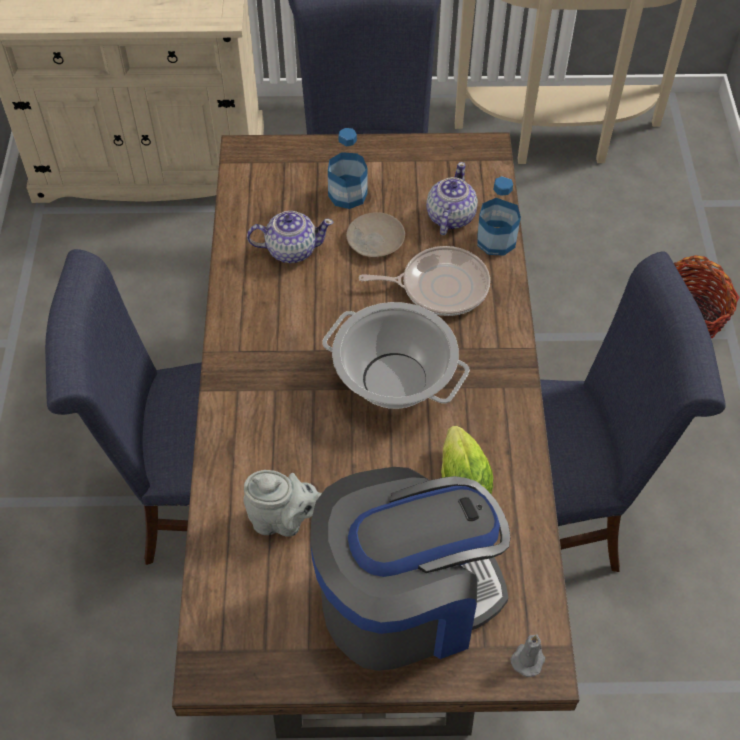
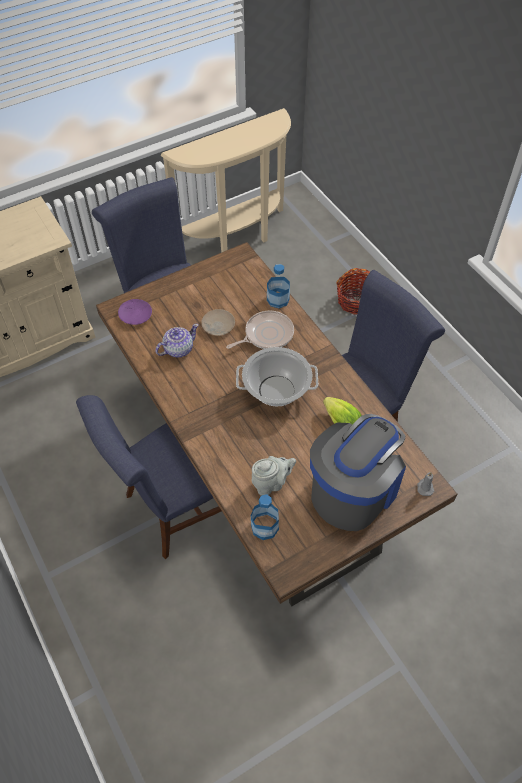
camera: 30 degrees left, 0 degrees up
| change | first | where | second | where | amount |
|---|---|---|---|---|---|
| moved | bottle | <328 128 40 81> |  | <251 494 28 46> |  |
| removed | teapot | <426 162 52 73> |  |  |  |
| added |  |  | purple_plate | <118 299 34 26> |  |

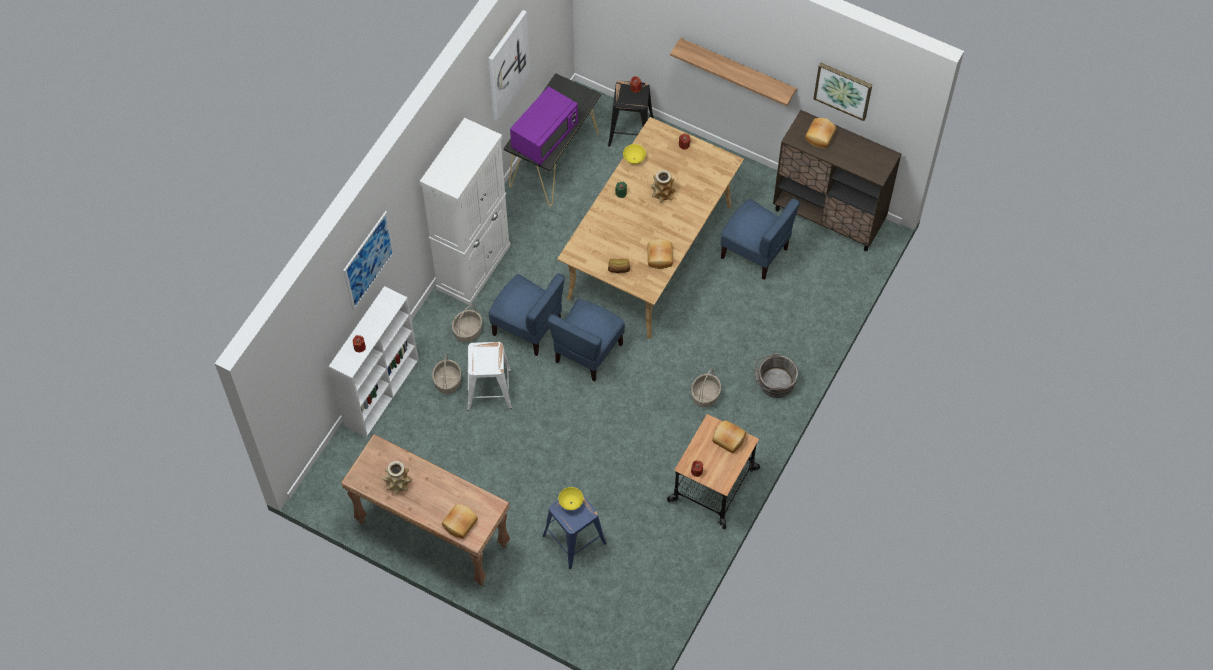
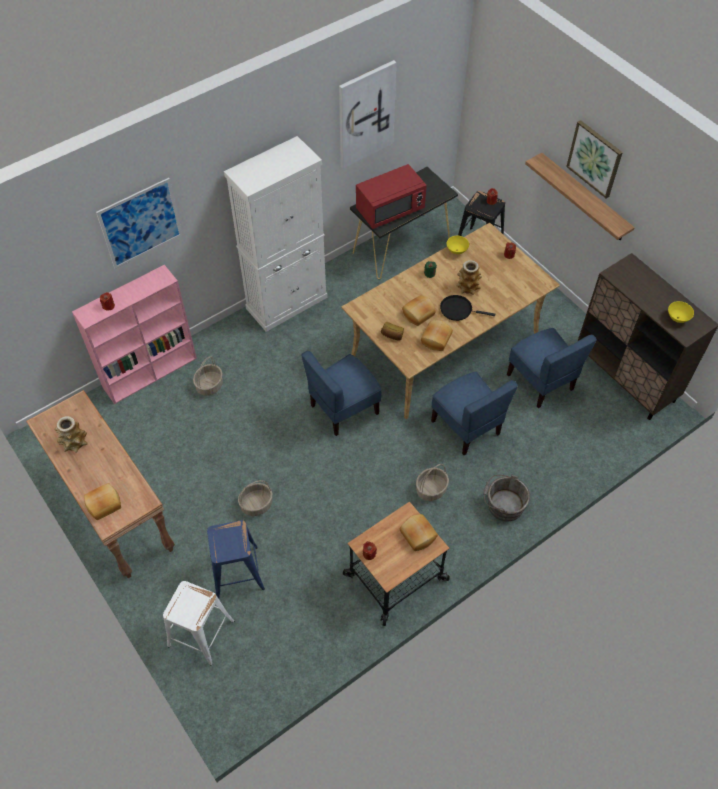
camera: 25 degrees right, 5 degrees down
| change | first | where | second | where | amount |
|---|---|---|---|---|---|
| moved | picture | <813 62 59 59> |  | <566 120 57 78> |  |
| recoloured | purple_microwave | <510 86 68 79> | red_microwave | <356 164 71 65> |  |
| moved | bread | <805 118 31 30> |  | <402 295 34 31> |  |
| moved | blue_chair | <489 274 76 82> |  | <431 372 87 83> |  |
| recoloured | white_bookcase | <329 286 90 151> | pink_bookcase | <72 265 125 139> |  |
| moved | basket | <452 305 30 37> |  | <238 480 35 36> |  |
| moved | white_stool | <467 342 45 69> |  | <163 581 71 85> |  |
| moved | yellow_bowl | <558 487 26 23> |  | <668 301 26 22> |  |
| added |  |  | black_frying_pan | <440 295 55 26> |  |

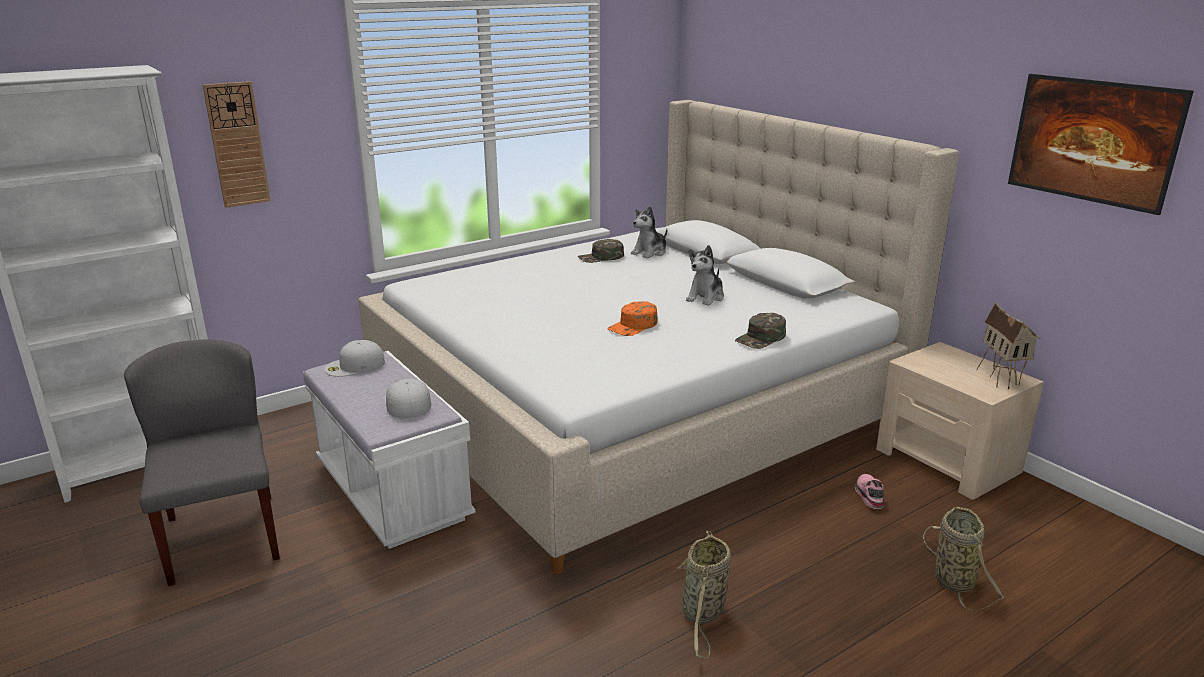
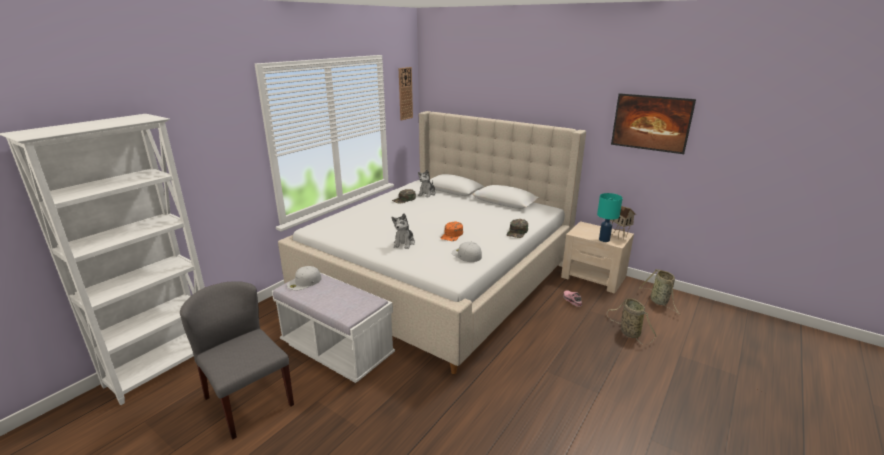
camera: 20 degrees left, 0 degrees up
| change | first | where | second | where | amount |
|---|---|---|---|---|---|
| moved | wall_clock | <203 81 68 127> |  | <399 67 14 54> |  |
| moved | plush_toy | <686 245 38 61> |  | <392 213 23 36> |  |
| moved | white_cap | <385 379 46 40> |  | <452 242 30 20> |  |
| moved | basket | <676 530 55 129> |  | <640 269 41 46> |  |
| added |  |  | turquoise_table_lamp | <597 193 26 49> |  |

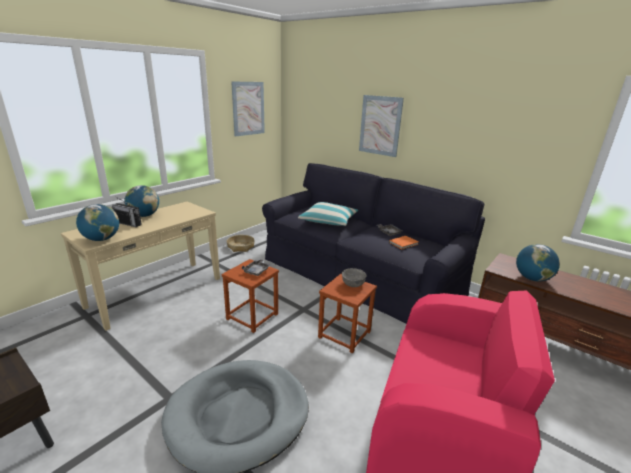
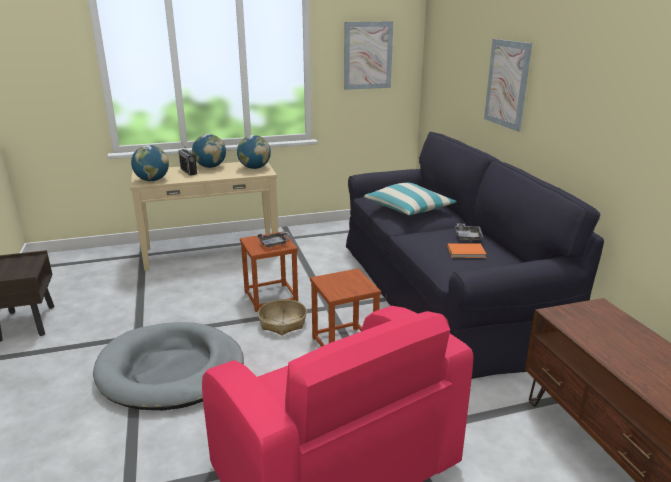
camera: 35 degrees right, 0 degrees up
| change | first | where | second | where | amount |
|---|---|---|---|---|---|
| moved | basket | <227 235 28 17> |  | <258 299 49 36> |  |
| moved | globe | <516 244 44 37> |  | <237 135 34 34> |  |
| removed | grey_bowl | <342 268 24 19> |  |  |  |

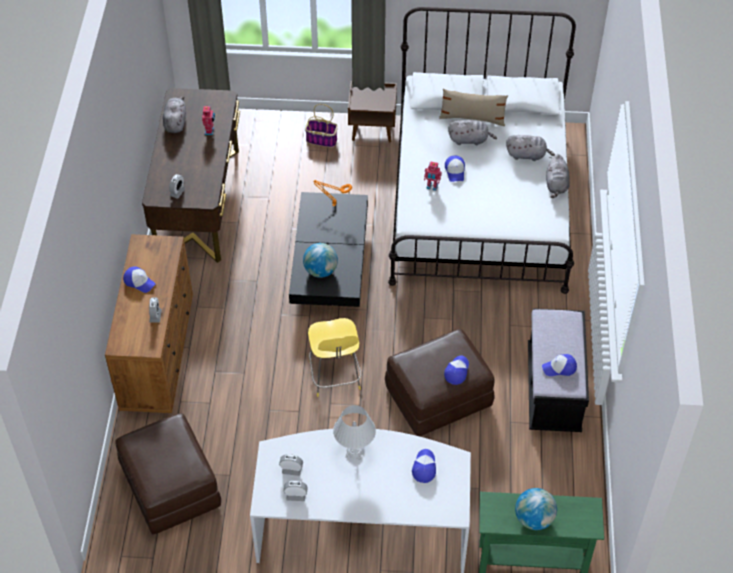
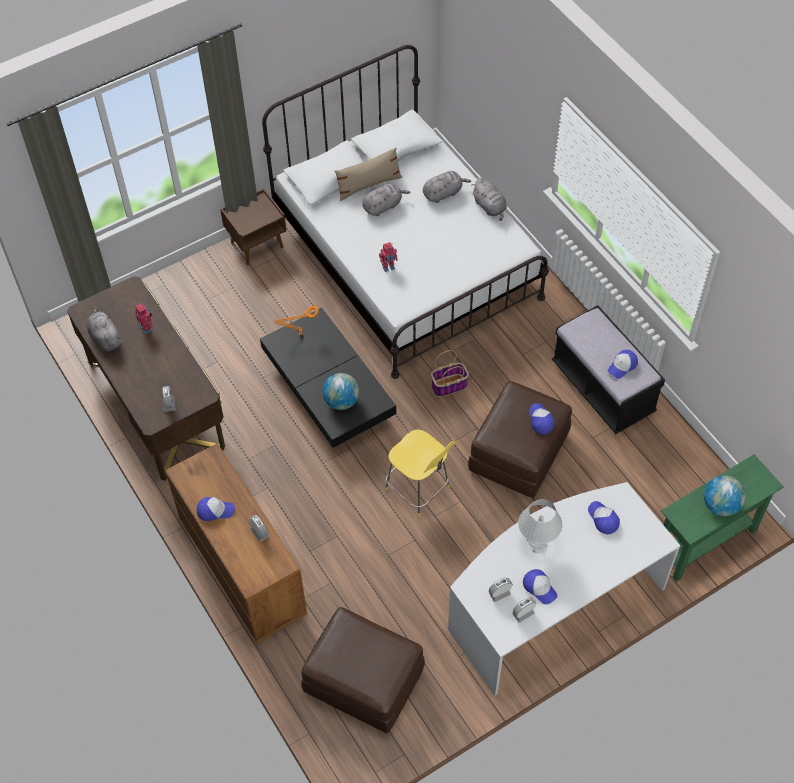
camera: 35 degrees left, 5 degrees up
| change | first | where | second | where | amount |
|---|---|---|---|---|---|
| moved | basket | <305 104 33 44> |  | <431 350 38 47> |  |
| moved | cap | <445 156 20 26> |  | <523 569 34 36> |  |

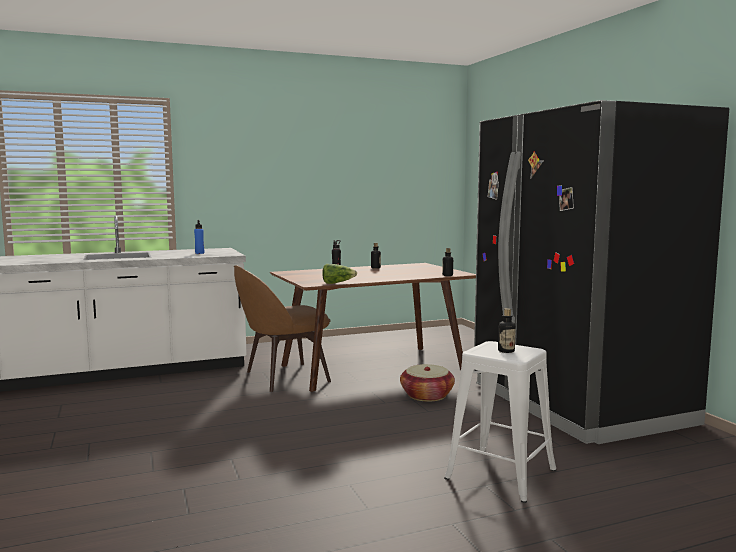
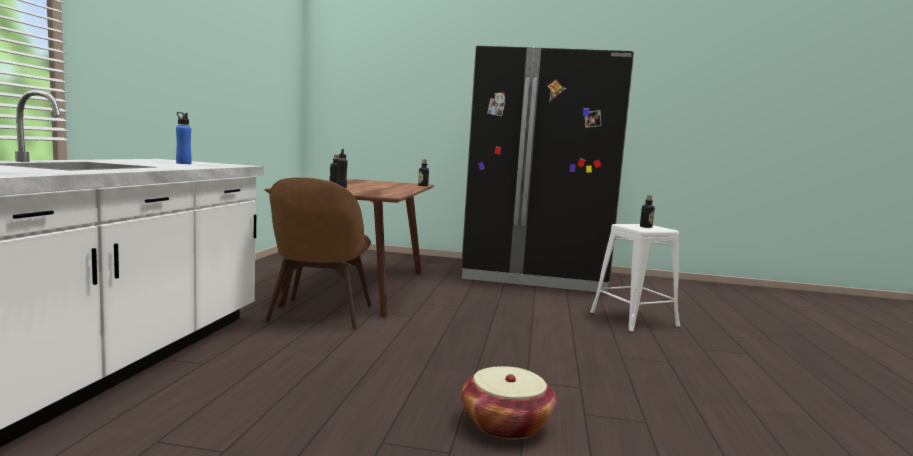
camera: 60 degrees left, 0 degrees up
| change | first | where | second | where | amount |
|---|---|---|---|---|---|
| removed | lettuce | <322 264 35 20> |  |  |  |
| moved | basket | <400 364 55 38> |  | <461 366 96 73> |  |

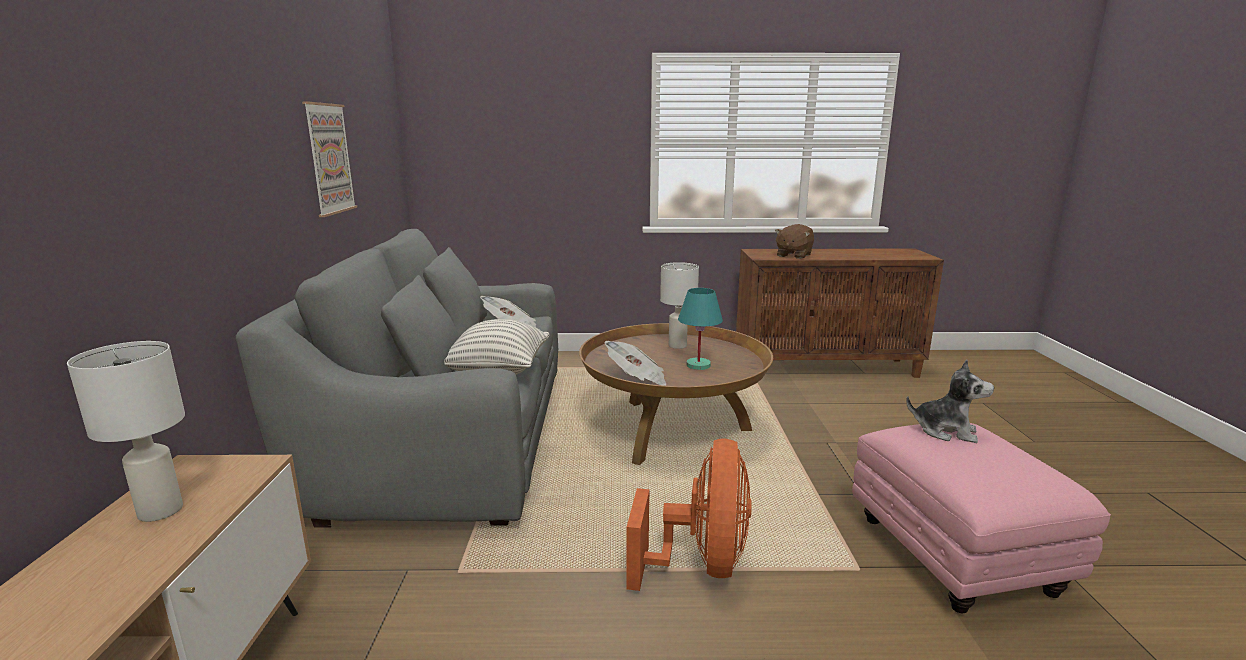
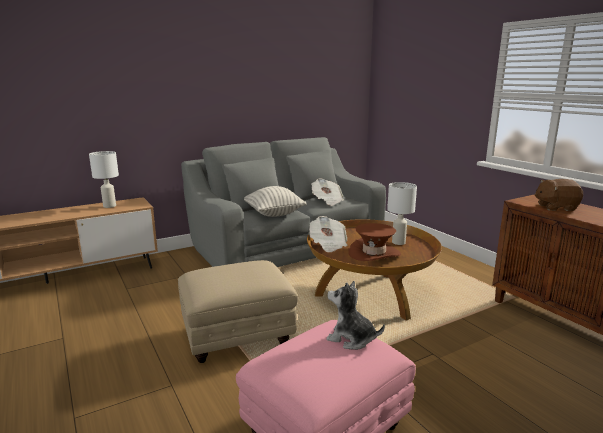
camera: 60 degrees right, 0 degrees up
| change | first | where | second | where | amount |
|---|---|---|---|---|---|
| removed | picture | <302 102 55 115> |  |  |  |
| replaced | turquoise_table_lamp | <678 288 45 82> | brown_hat | <348 223 53 38> |  |
| turned | plush_toy | <906 360 88 83> |  | <326 281 59 69> | 120 degrees clockwise |
| replaced | orange_fan | <626 438 126 153> | beige_ottoman | <178 260 120 103> |  |

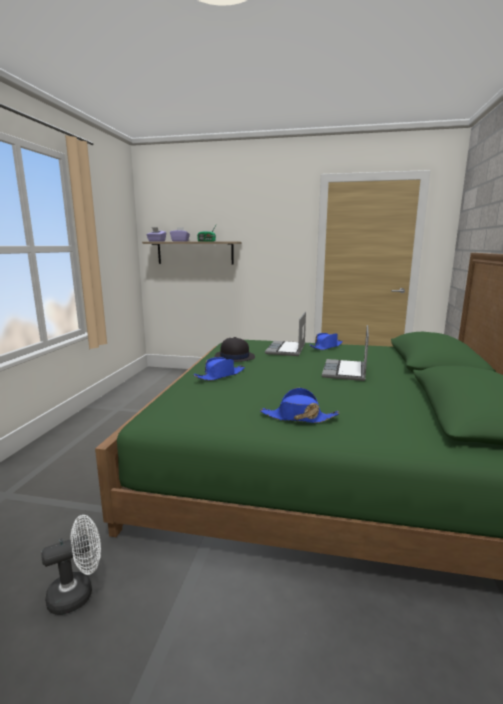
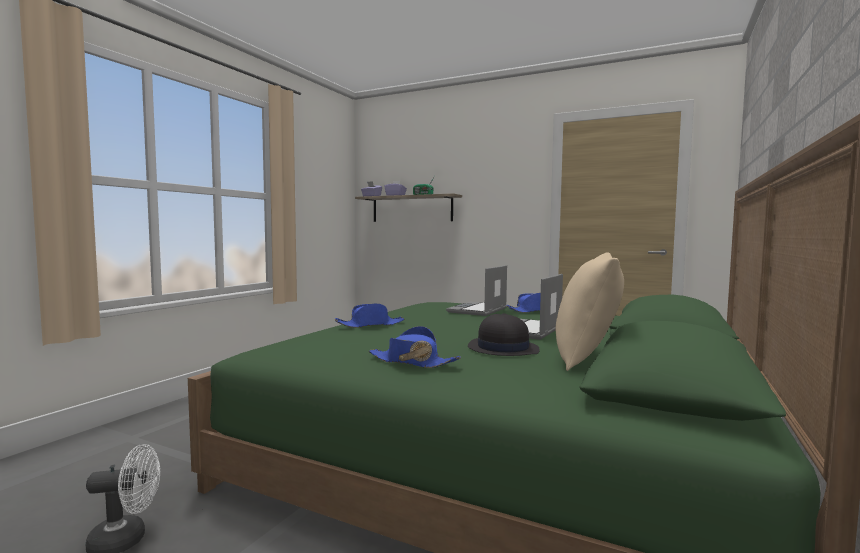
camera: 15 degrees right, 10 degrees down
| change | first | where | second | where | amount |
|---|---|---|---|---|---|
| moved | black_hat | <215 337 40 25> |  | <468 313 72 43> |  |
| added |  |  | beige_pillow | <556 252 68 119> |  |

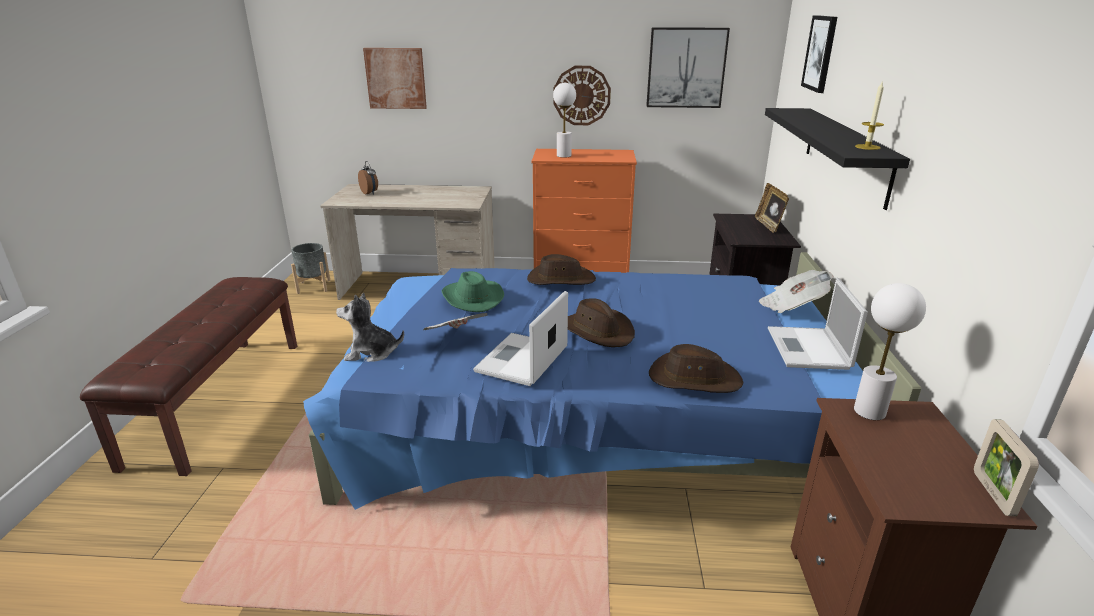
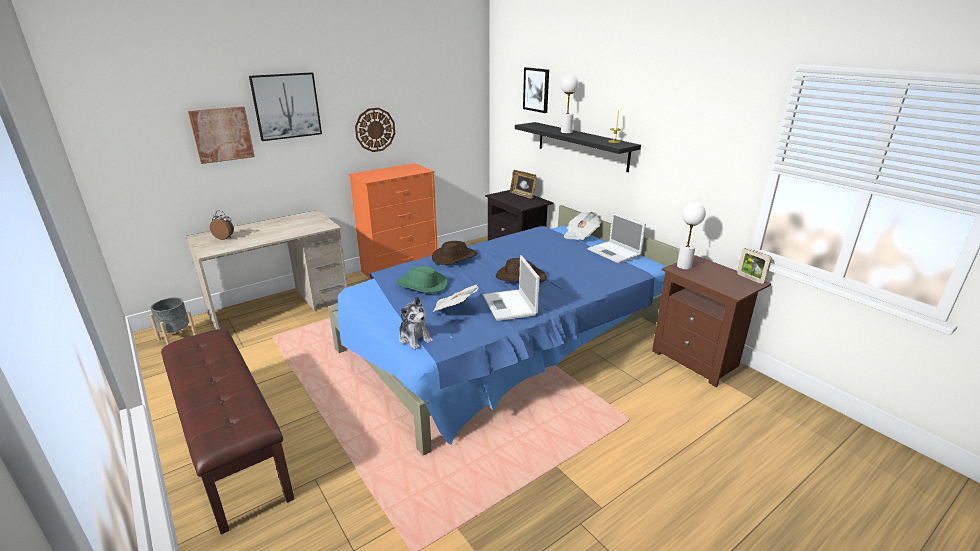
camera: 40 degrees left, 0 degrees up
| change | first | where | second | where | amount |
|---|---|---|---|---|---|
| moved | picture | <646 27 84 81> |  | <249 72 73 69> |  |
| moved | white_table_lamp | <553 83 23 75> |  | <561 74 18 60> |  |
| turned | plush_toy | <336 293 68 69> |  | <399 297 34 53> | 90 degrees counterclockwise |
| removed | brown_hat | <649 344 95 49> |  |  |  |

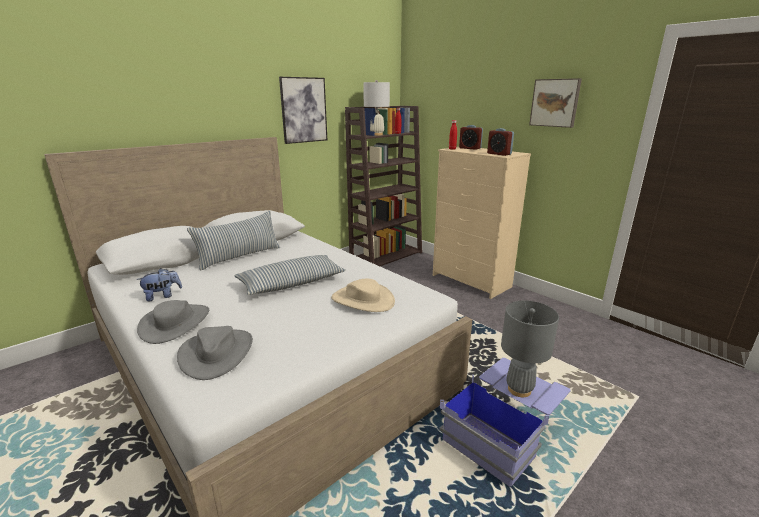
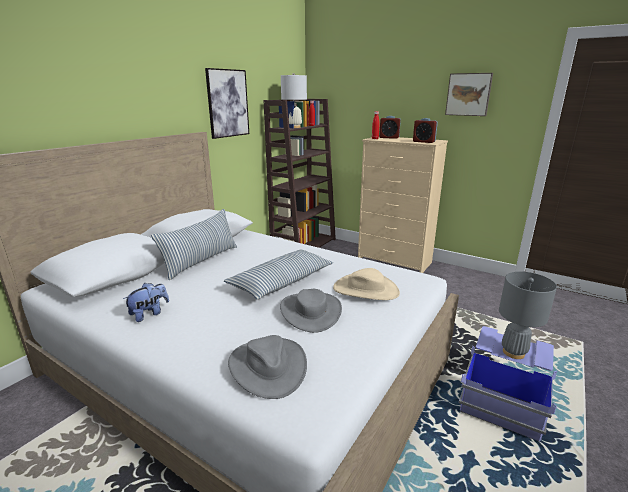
camera: 15 degrees left, 0 degrees up
| change | first | where | second | where | amount |
|---|---|---|---|---|---|
| moved | grey_hat | <137 300 72 44> |  | <280 289 62 44> |  |

